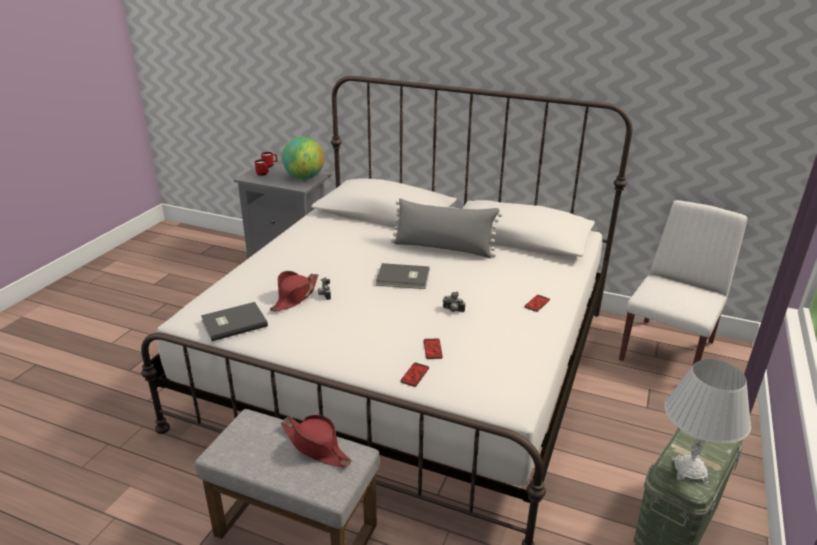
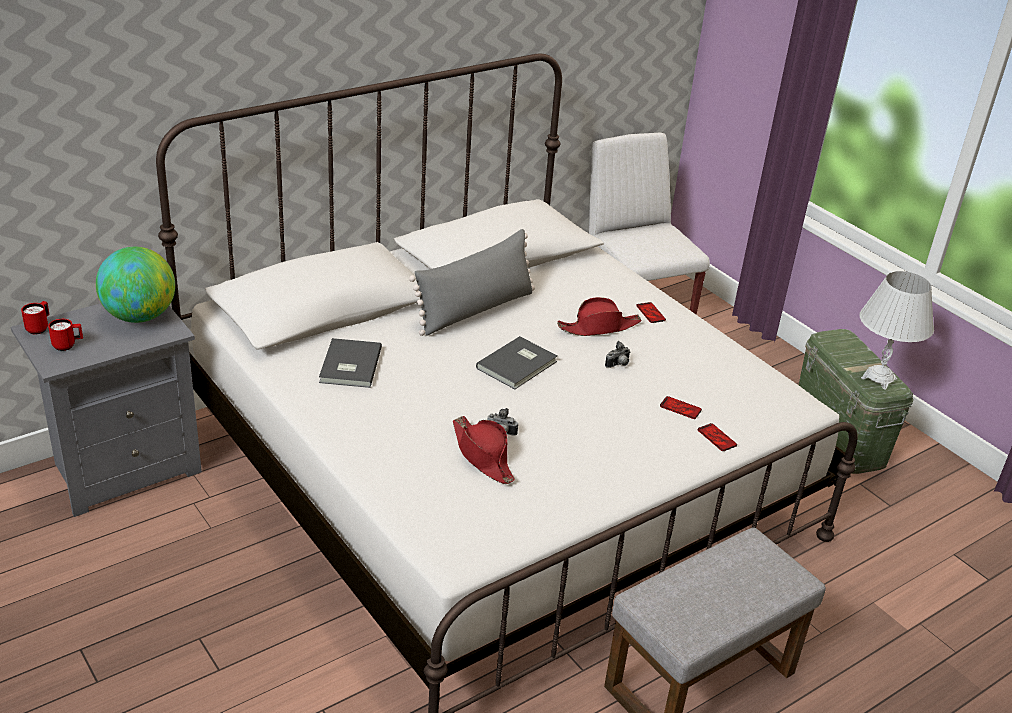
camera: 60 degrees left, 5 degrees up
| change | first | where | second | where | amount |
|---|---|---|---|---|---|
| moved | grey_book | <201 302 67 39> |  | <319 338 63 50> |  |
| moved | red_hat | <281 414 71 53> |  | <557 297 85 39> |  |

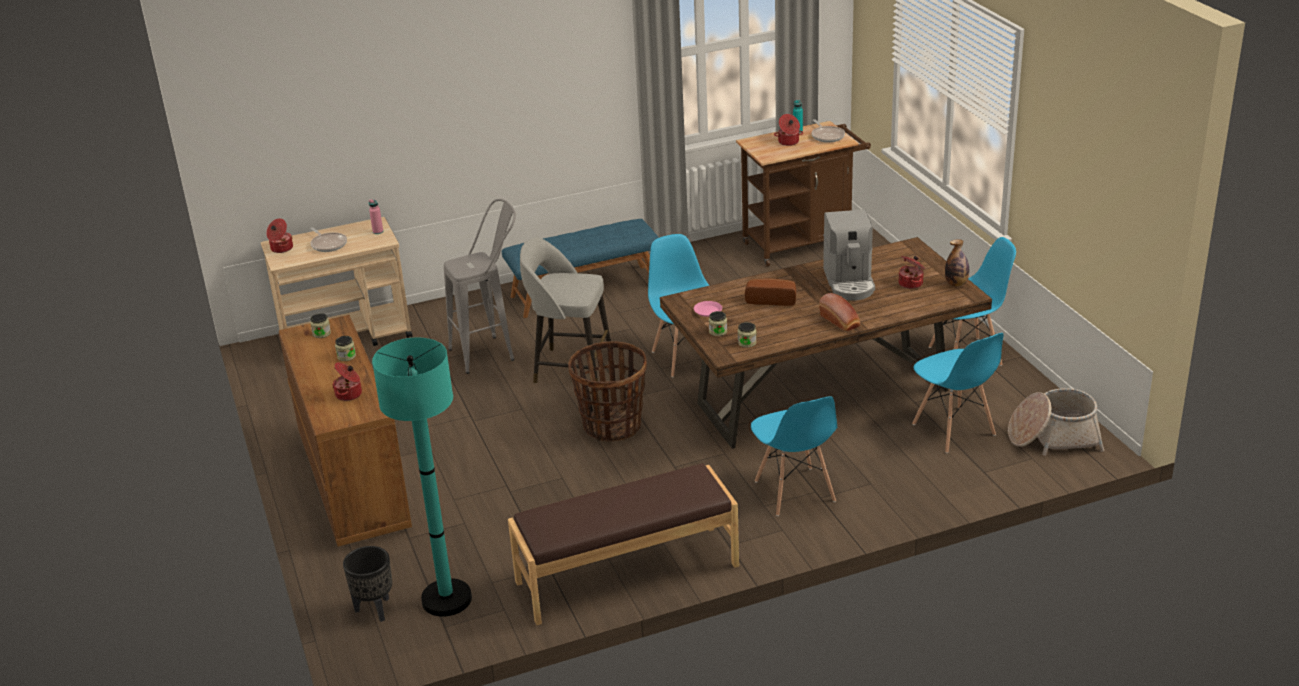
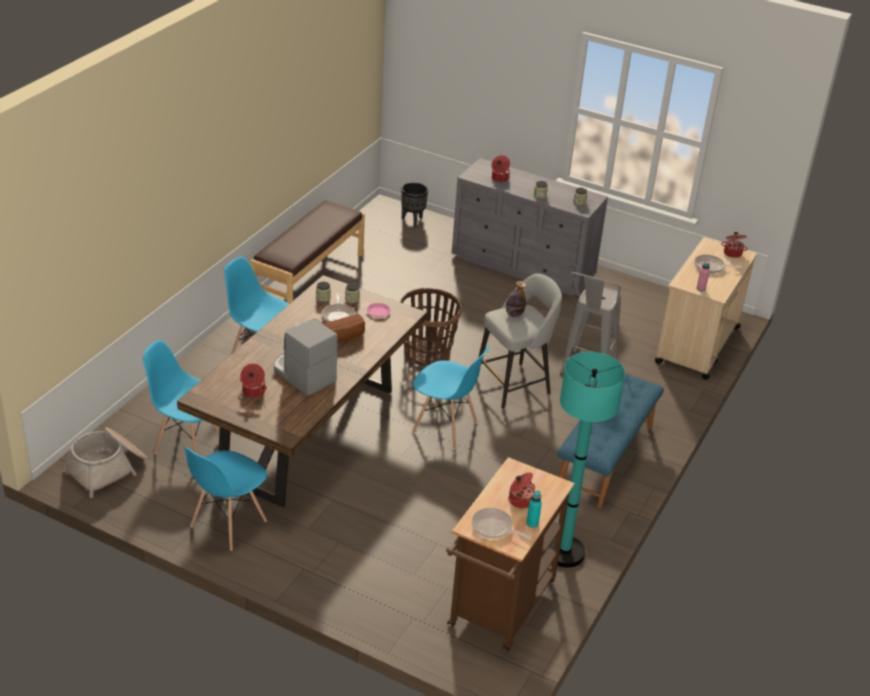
camera: 135 degrees right, 5 degrees up
| change | first | where | second | where | amount |
|---|---|---|---|---|---|
| moved | bottle | <945 239 24 48> |  | <506 281 20 36> |  |
| removed | bread | <819 293 41 39> |  |  |  |
| recoloured | brown_dresser | <279 315 133 232> | grey_dresser | <452 158 156 138> |  |
| moved | turquoise_floor_lamp | <372 338 100 279> |  | <549 352 76 216> |  |
| added |  |  | frying_pan | <322 293 34 29> |  |

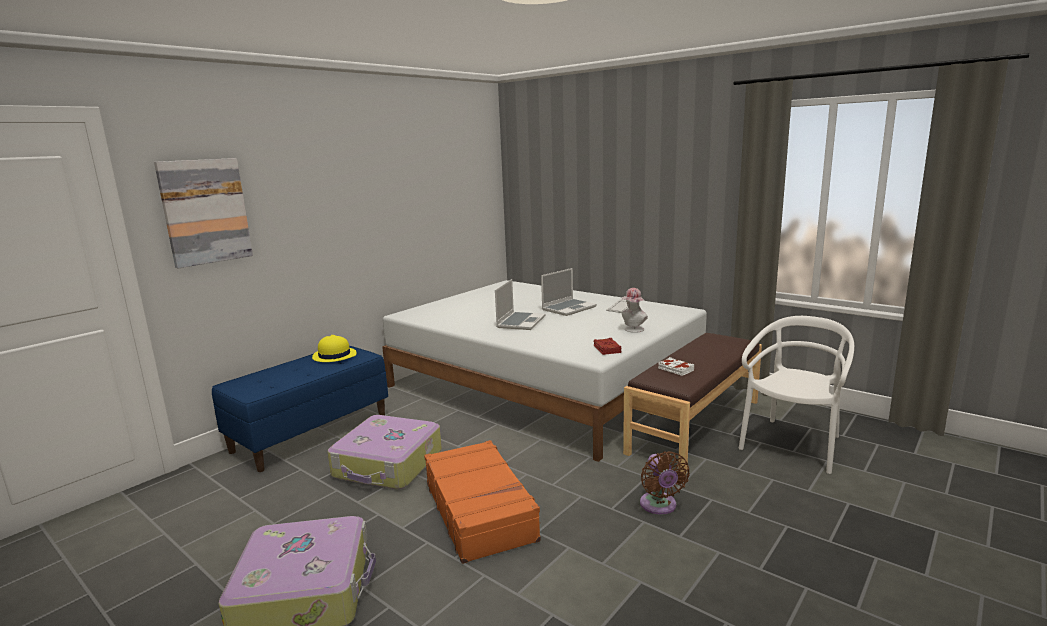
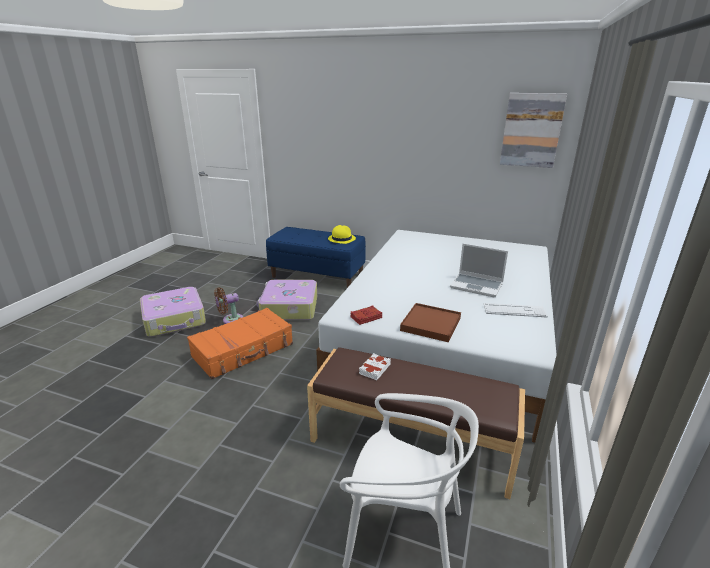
camera: 70 degrees right, 10 degrees up
| change | first | where | second | where | amount |
|---|---|---|---|---|---|
| moved | picture | <154 158 99 110> |  | <500 93 67 75> |  |
| removed | laptop | <495 279 50 51> |  |  |  |
| replaced | hat | <622 288 26 45> | brown_tray | <400 303 61 39> |  |
| moved | brown_fan | <640 452 50 62> |  | <214 287 29 37> |  |

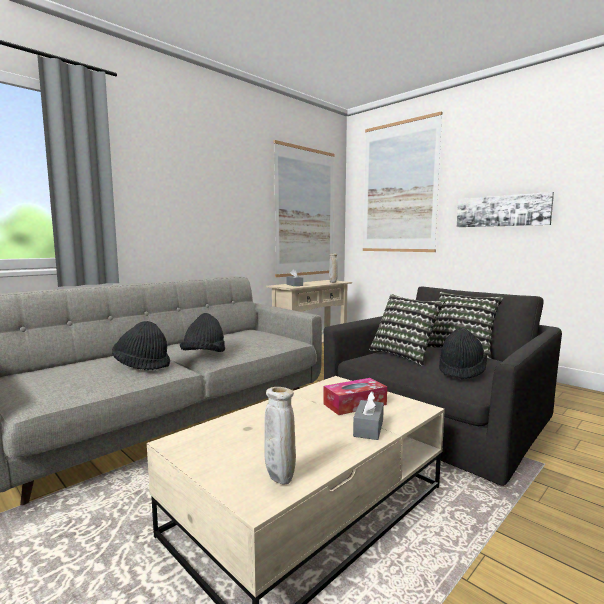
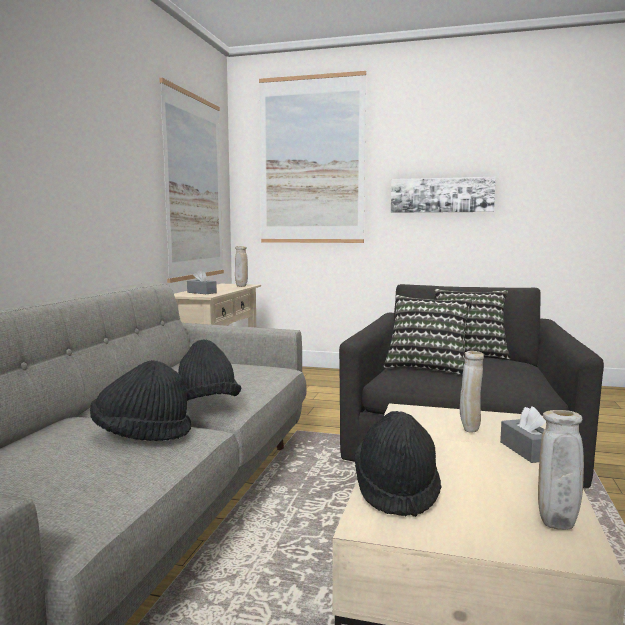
camera: 30 degrees left, 0 degrees up
| change | first | where | second | where | amount |
|---|---|---|---|---|---|
| moved | black_hat | <439 328 48 51> |  | <354 411 88 106> |  |
| replaced | tissue_box | <323 378 64 37> | beige_vase | <460 351 24 82> |  |

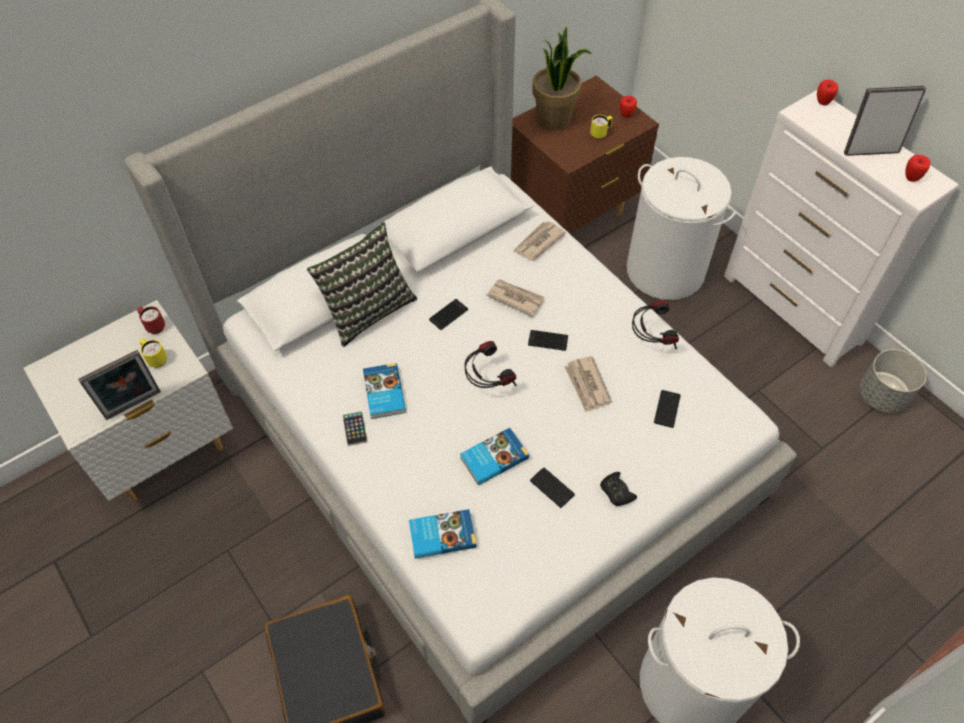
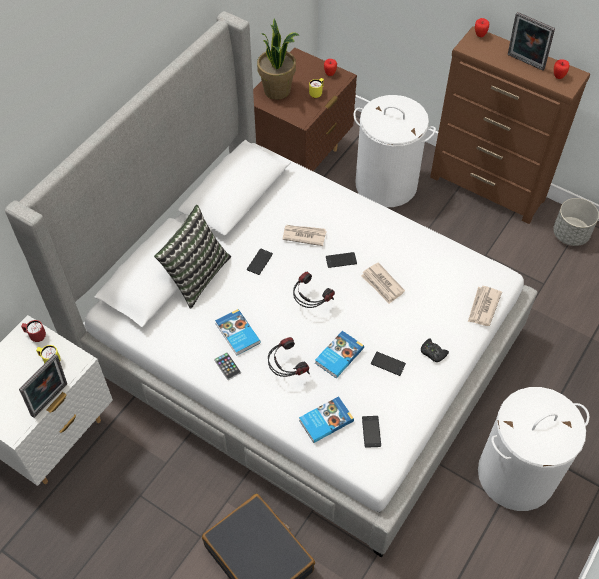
camera: 20 degrees left, 0 degrees up
| change | first | where | second | where | amount |
|---|---|---|---|---|---|
| turned | picture_frame | <844 86 82 70> |  | <508 12 47 59> | 120 degrees counterclockwise |
| recoloured | white_dresser | <724 90 235 277> | brown_dresser | <430 26 160 198> |  |
| moved | newspaper | <513 221 53 40> |  | <468 286 34 40> |  |
| moved | headphones | <632 300 47 49> |  | <268 337 42 40> |  |
| moved | phone | <654 390 27 38> |  | <362 416 19 32> |  |

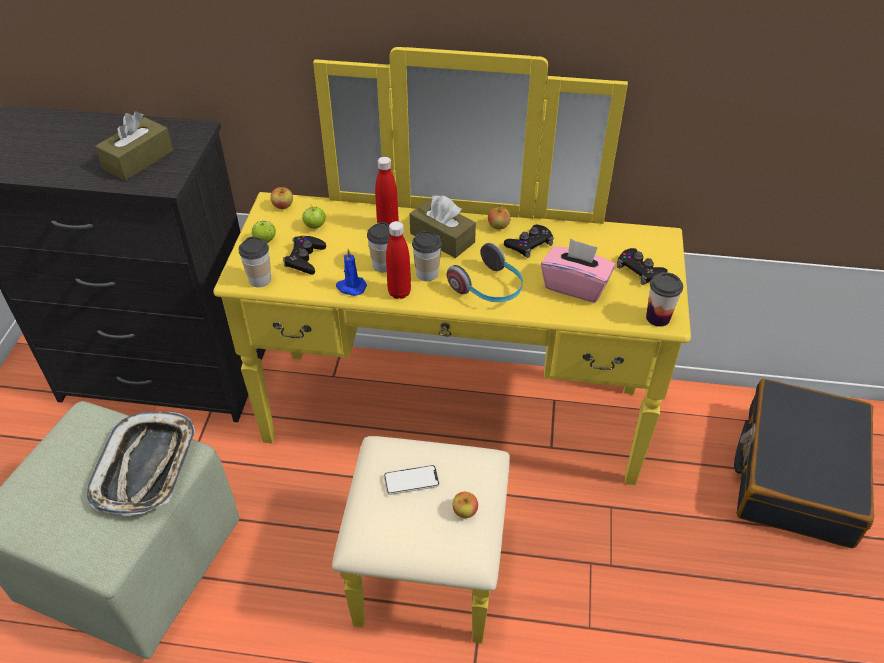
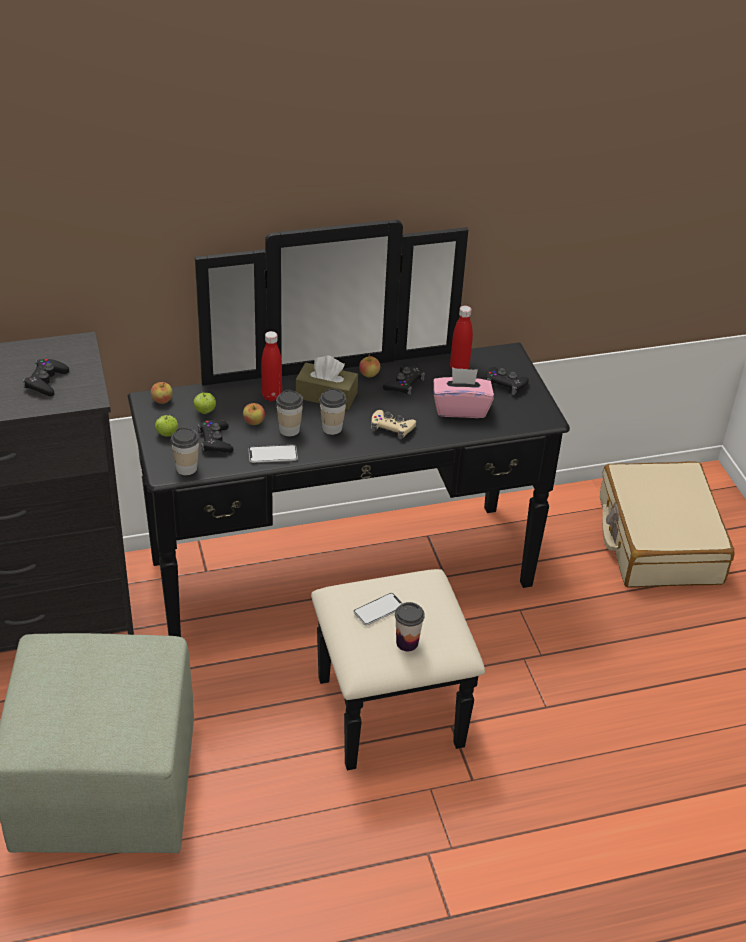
camera: 25 degrees left, 5 degrees down
| change | first | where | second | where | amount |
|---|---|---|---|---|---|
| recoloured | yellow_dresser | <213 47 478 597> | black_dresser | <128 220 442 551> |  |
| replaced | brown_tissue_box | <95 112 78 69> | black_game_controller | <23 359 46 38> |  |
| moved | red_bottle | <386 221 25 78> |  | <450 305 23 65> |  |
| replaced | headphones | <447 243 76 59> | beige_game_controller | <371 410 45 29> |  |
| replaced | blue_candle | <336 249 31 47> | phone | <248 445 50 18> |  |
| moved | cup | <646 272 37 55> |  | <395 602 30 49> |  |
| recoloured | black_suitcase | <734 379 140 169> | beige_suitcase | <600 461 134 127> |  |
| removed | tray | <87 412 108 104> |  |  |  |
| moved | apple | <453 492 25 26> |  | <243 403 22 22> |  |

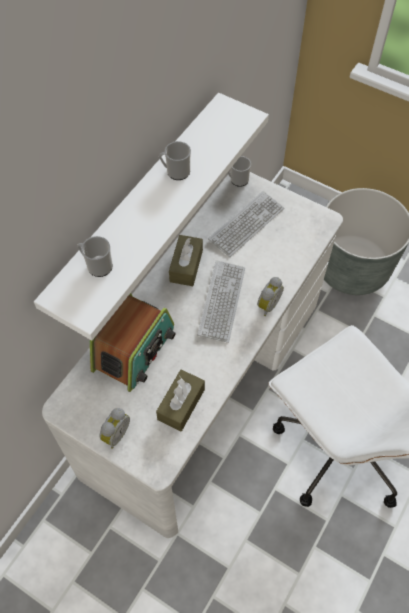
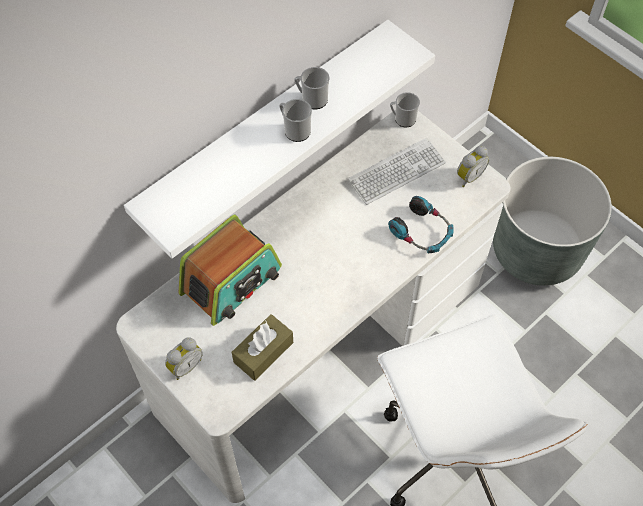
camera: 15 degrees right, 0 degrees up
| change | first | where | second | where | amount |
|---|---|---|---|---|---|
| removed | brown_tissue_box | <169 235 34 51> |  |  |  |
| moved | mug | <77 236 36 41> |  | <279 99 33 43> |  |
| removed | keyboard | <197 260 48 83> |  |  |  |
| moved | alarm_clock | <257 277 27 39> |  | <457 146 32 41> |  |
| added |  |  | headphones | <388 196 66 57> |  |

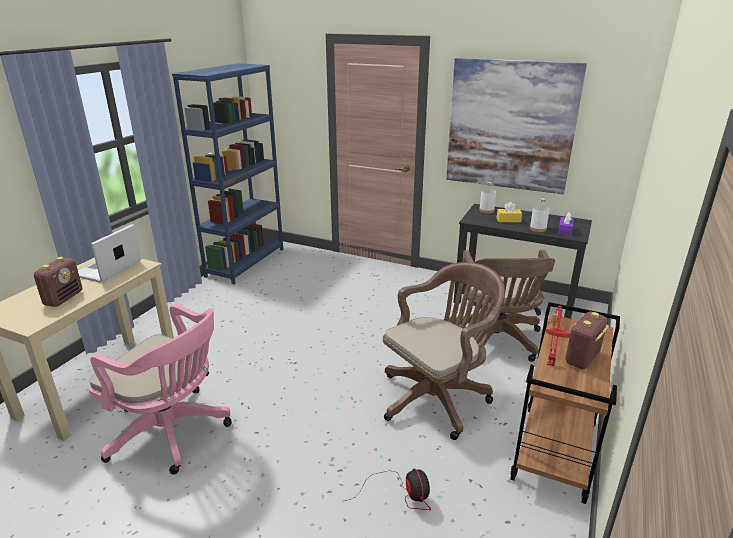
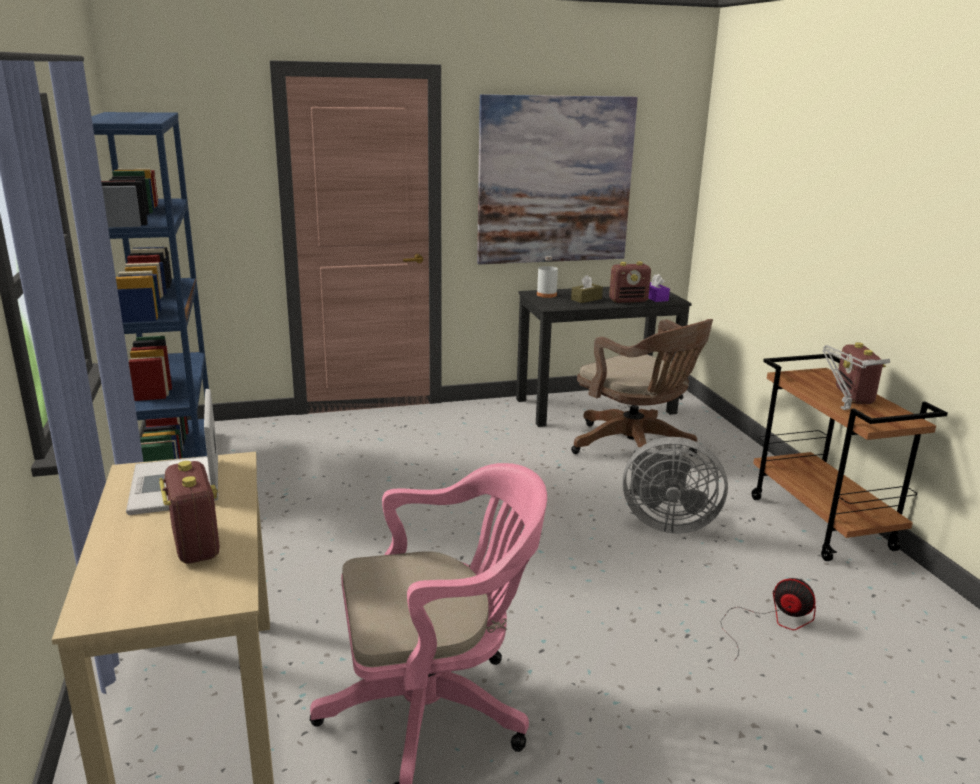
camera: 40 degrees left, 5 degrees down
| change | first | where | second | where | amount |
|---|---|---|---|---|---|
| replaced | white_bottle | <530 198 20 34> | radio | <609 261 42 42> |  |
| recoloured | yellow_tissue_box | <497 202 25 20> | brown_tissue_box | <571 275 32 28> |  |
| replaced | brown_office_chair | <383 262 122 178> | grey_fan | <623 437 105 97> |  |
| recoloured | red_table_lamp | <546 306 24 60> | grey_table_lamp | <822 345 68 65> |  |

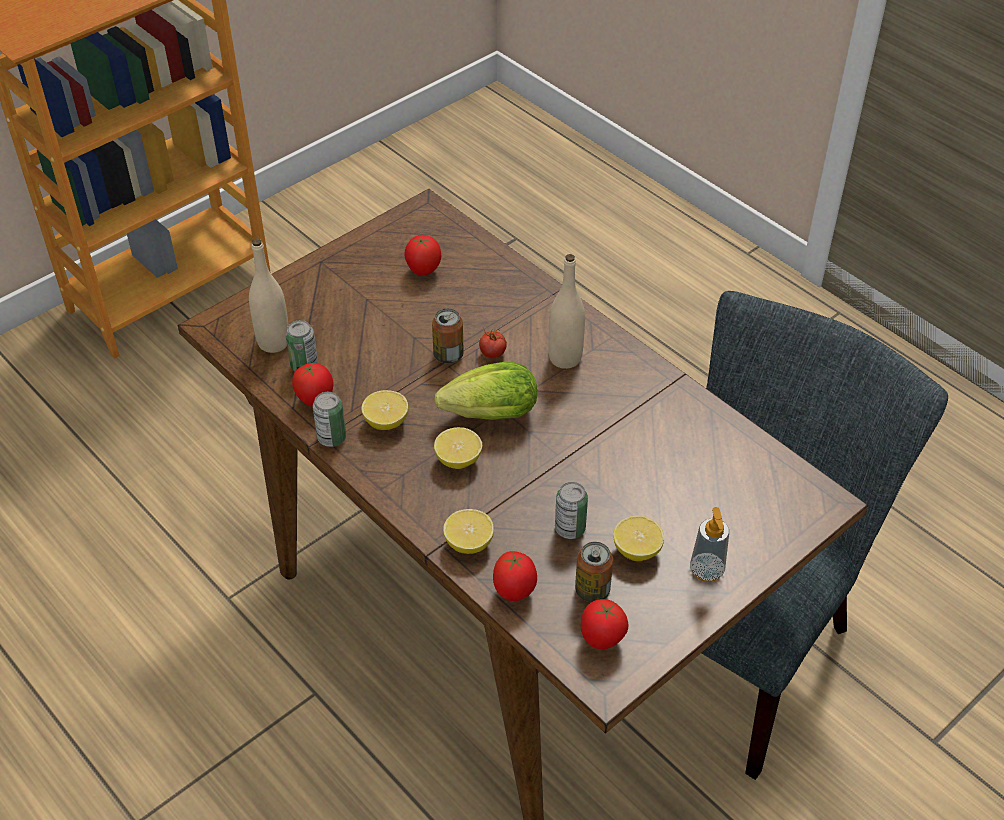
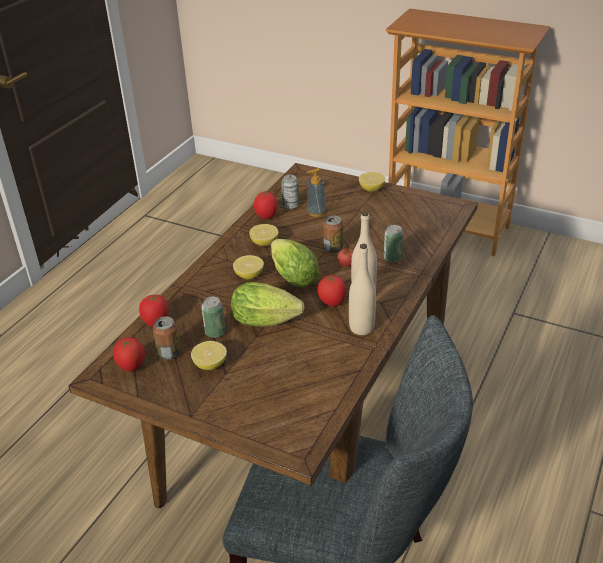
camera: 70 degrees right, 10 degrees down
| change | first | where | second | where | amount |
|---|---|---|---|---|---|
| moved | tomato | <404 235 37 41> |  | <317 275 29 31> |  |
| moved | beige_bottle | <249 238 40 115> |  | <349 244 27 91> |  |
| moved | can | <313 392 33 55> |  | <384 225 20 37> |  |
| moved | soap_dispenser | <690 507 39 75> |  | <306 168 20 49> |  |
| moved | lemon | <443 509 51 45> |  | <359 172 26 20> |  |
| added |  |  | lettuce | <231 282 74 44> |  |

